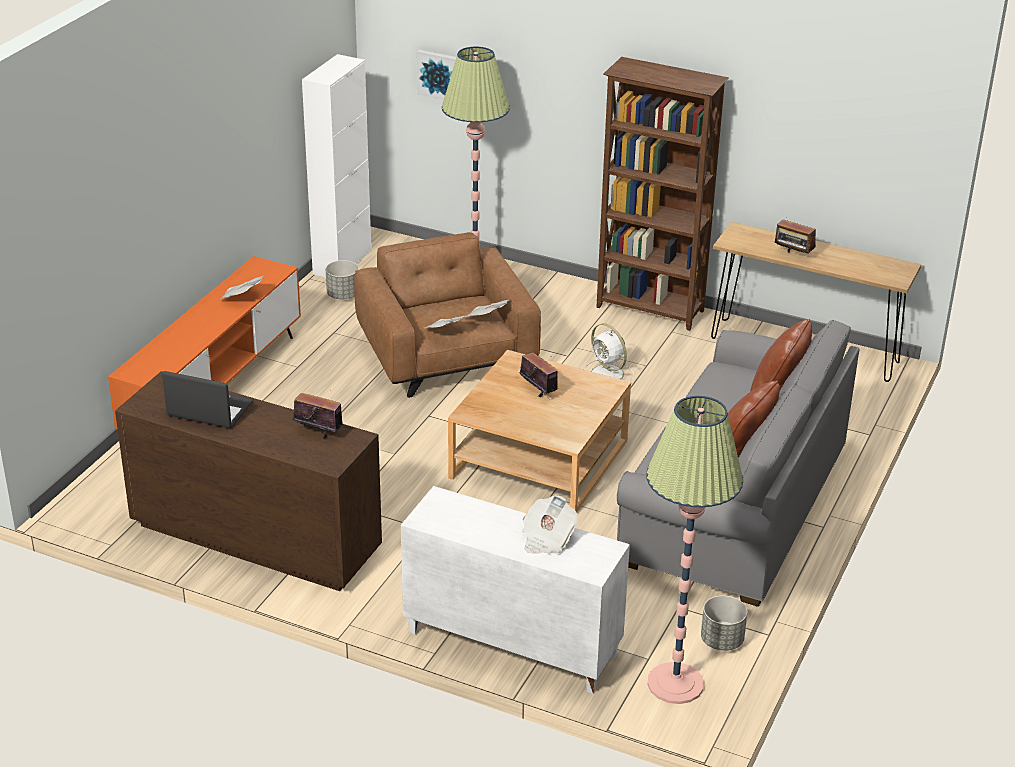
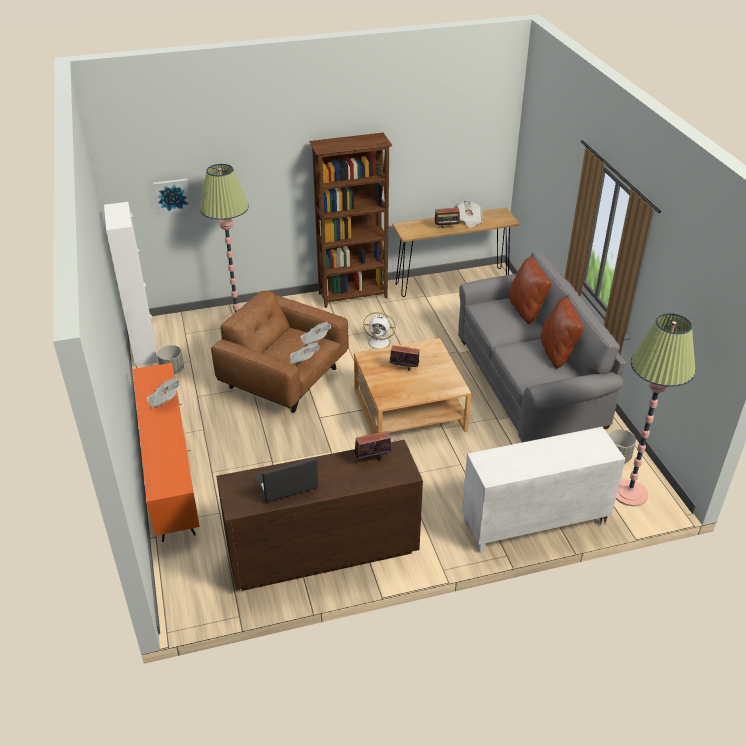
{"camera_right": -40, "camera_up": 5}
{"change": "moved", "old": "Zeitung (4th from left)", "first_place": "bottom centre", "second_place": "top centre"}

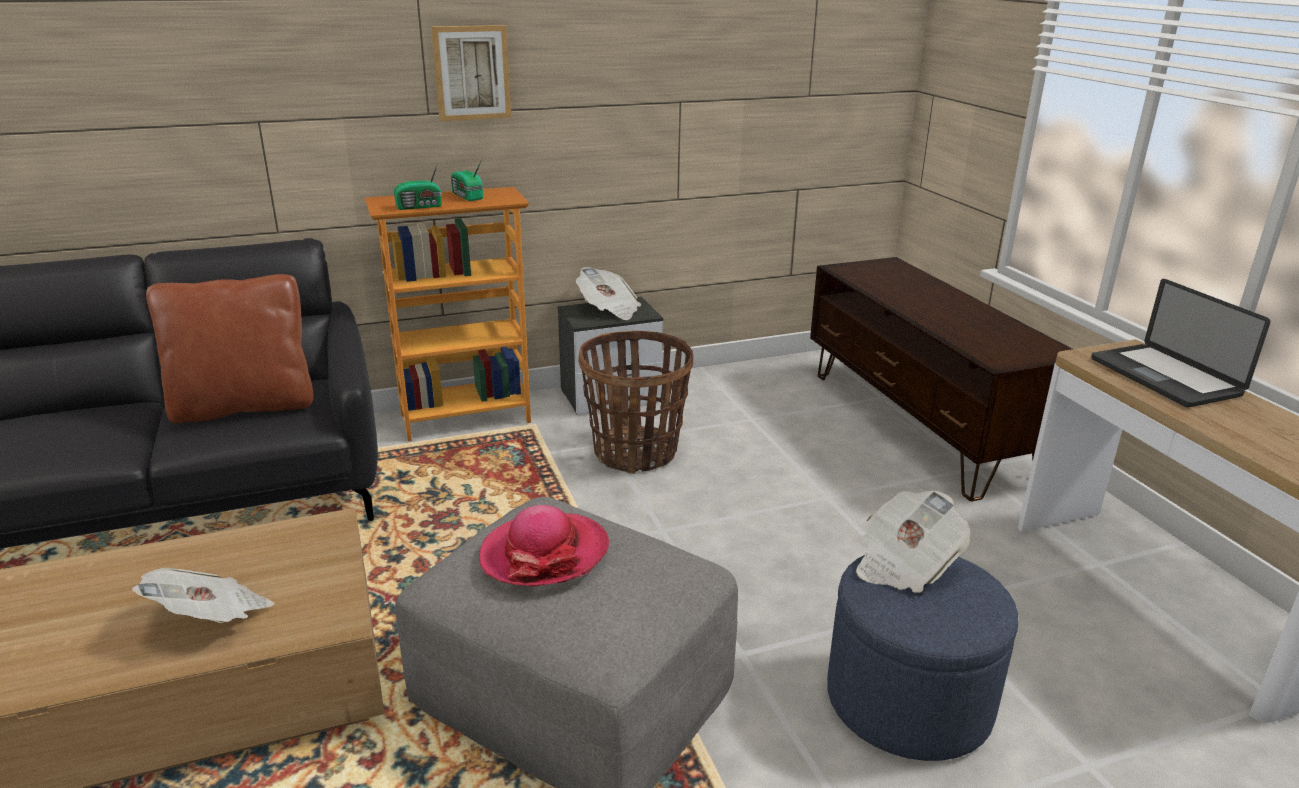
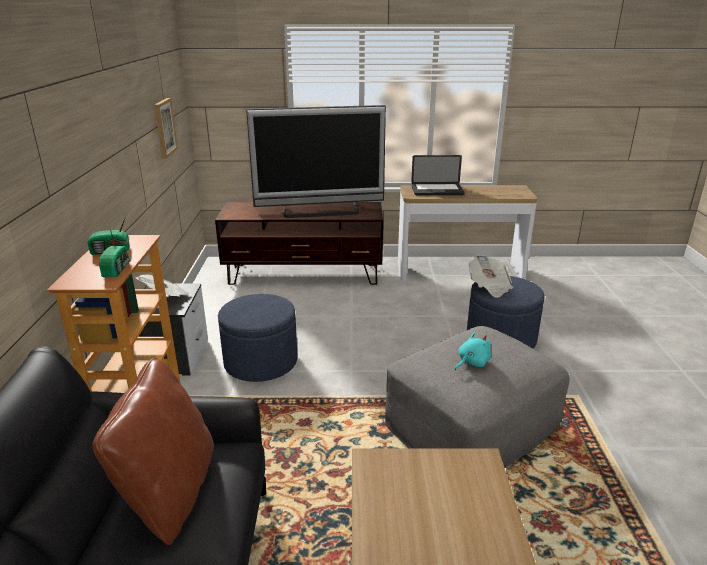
{"camera_right": -70, "camera_up": 0}
{"change": "removed", "old": "Zeitung (1st from left)", "first_place": "bottom left"}
{"change": "added", "new": "Fernseher", "second_place": "top centre"}
{"change": "moved", "old": "Bild", "first_place": "top centre", "second_place": "top left"}
{"change": "replaced", "old": "Hut", "new": "Plüschtier [türkis]", "first_place": "bottom centre", "second_place": "middle right"}
{"change": "replaced", "old": "Korb", "new": "Polsterhocker [blau] (1st from left)", "first_place": "centre", "second_place": "centre"}

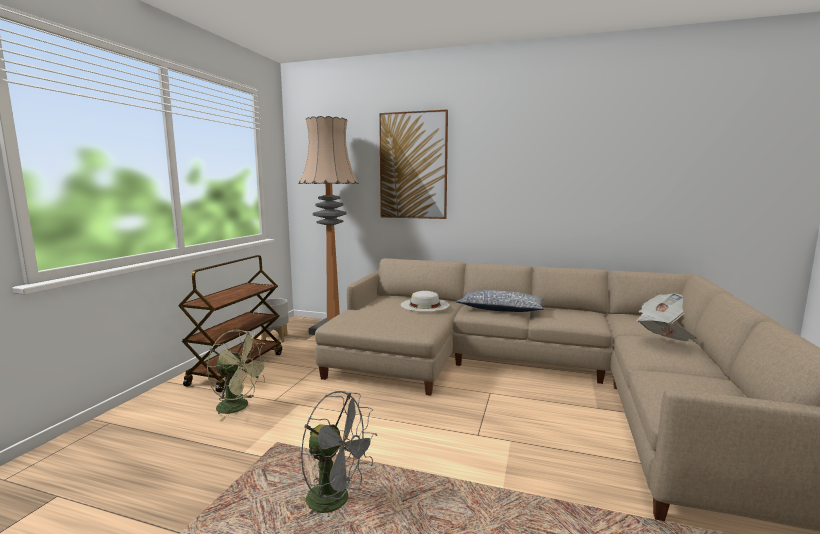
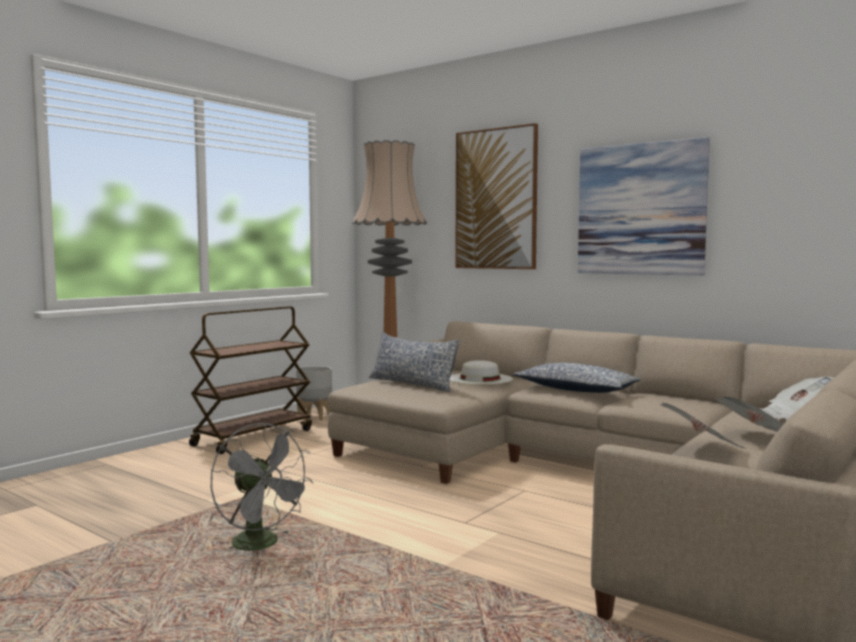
{"camera_right": 20, "camera_up": -5}
{"change": "removed", "old": "Ventilator [grün]", "first_place": "bottom left"}
{"change": "added", "new": "Kissen (1st from left)", "second_place": "centre"}
{"change": "added", "new": "Bild (2nd from left)", "second_place": "top right"}
{"change": "added", "new": "Zeitung (1st from left)", "second_place": "middle right"}

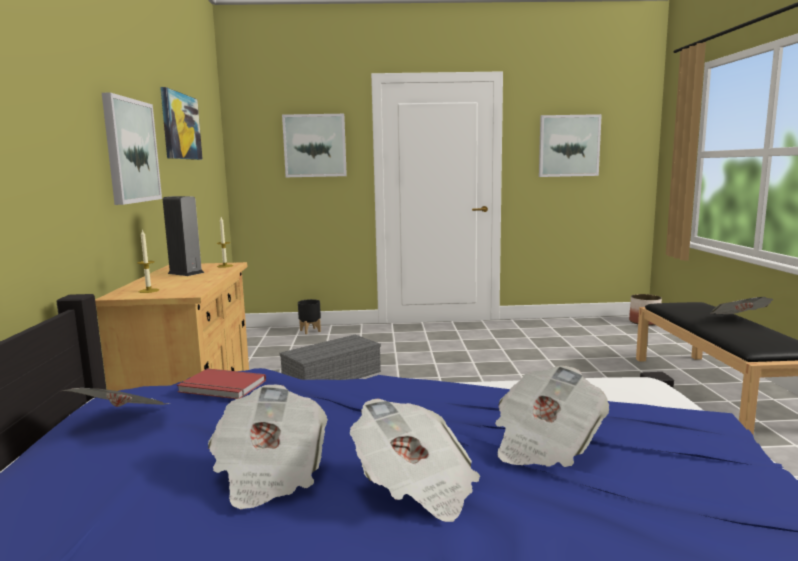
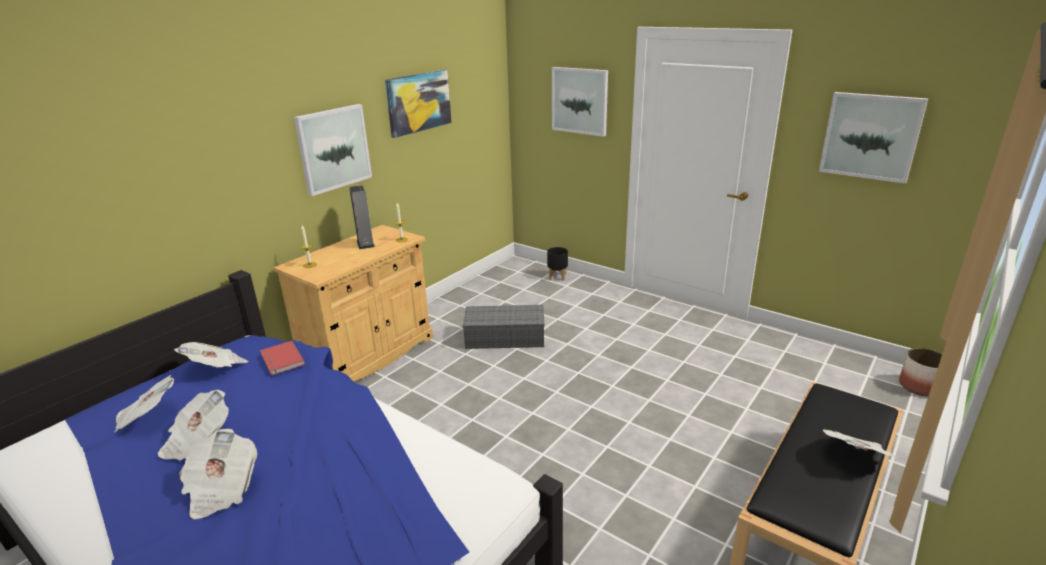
{"camera_right": 40, "camera_up": 15}
{"change": "moved", "old": "Zeitung (4th from left in the first image)", "new": "Zeitung (1st from left)", "first_place": "bottom right", "second_place": "bottom left"}

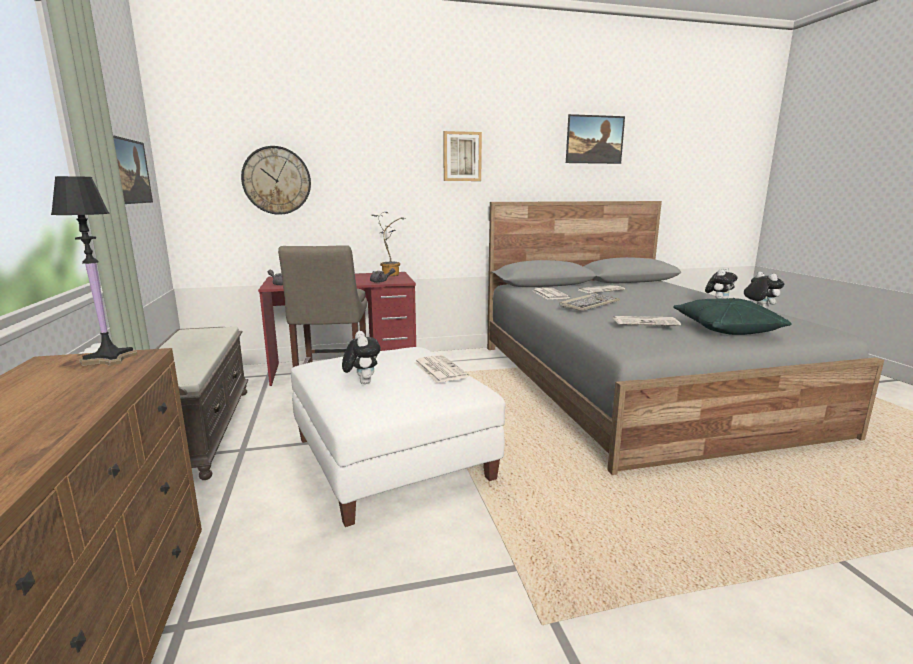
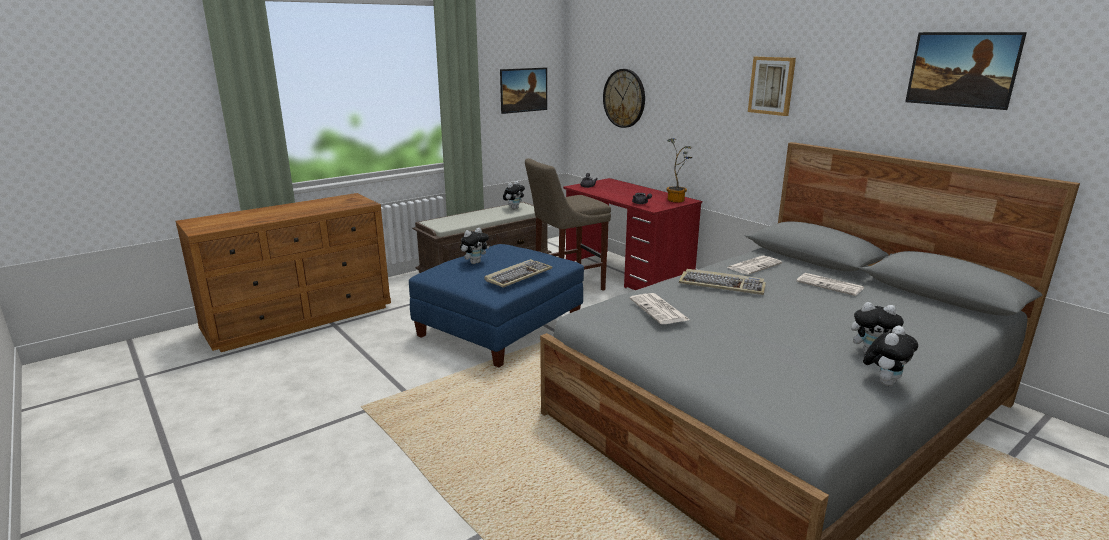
{"camera_right": 65, "camera_up": 5}
{"change": "removed", "old": "Tischlampe [schwarz]", "first_place": "middle left"}
{"change": "removed", "old": "Kissen [grün]", "first_place": "middle right"}
{"change": "added", "new": "Plüschtier (2nd from left)", "second_place": "centre"}
{"change": "replaced", "old": "Zeitung (1st from left)", "new": "Tastatur (1st from left)", "first_place": "centre", "second_place": "centre"}
{"change": "recoloured", "old": "Polsterhocker [weiß]", "new": "Polsterhocker [blau]", "first_place": "centre", "second_place": "centre"}

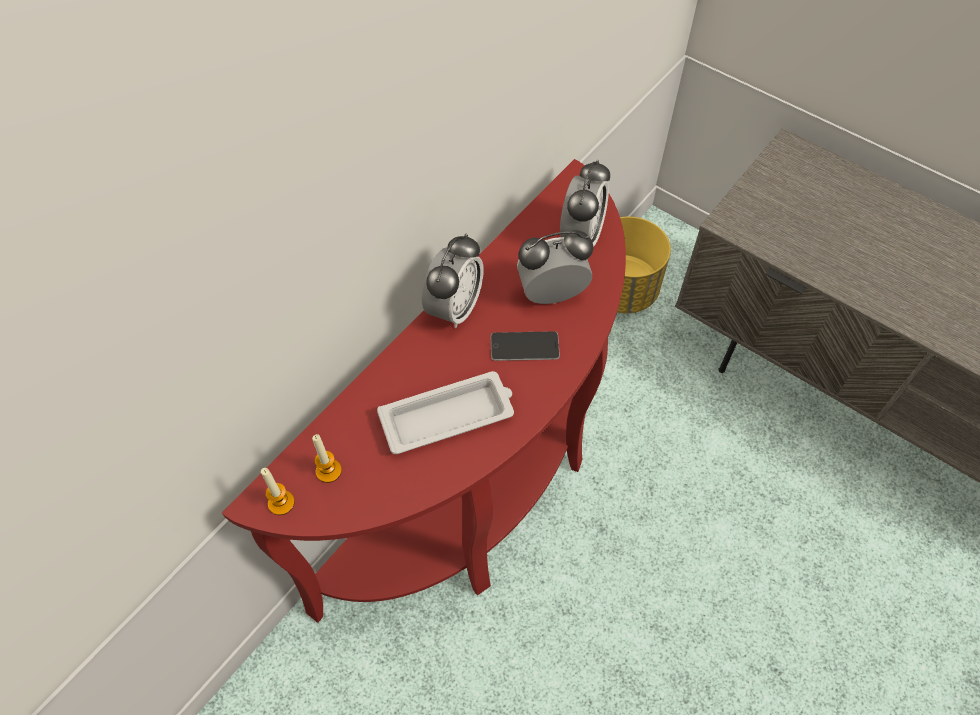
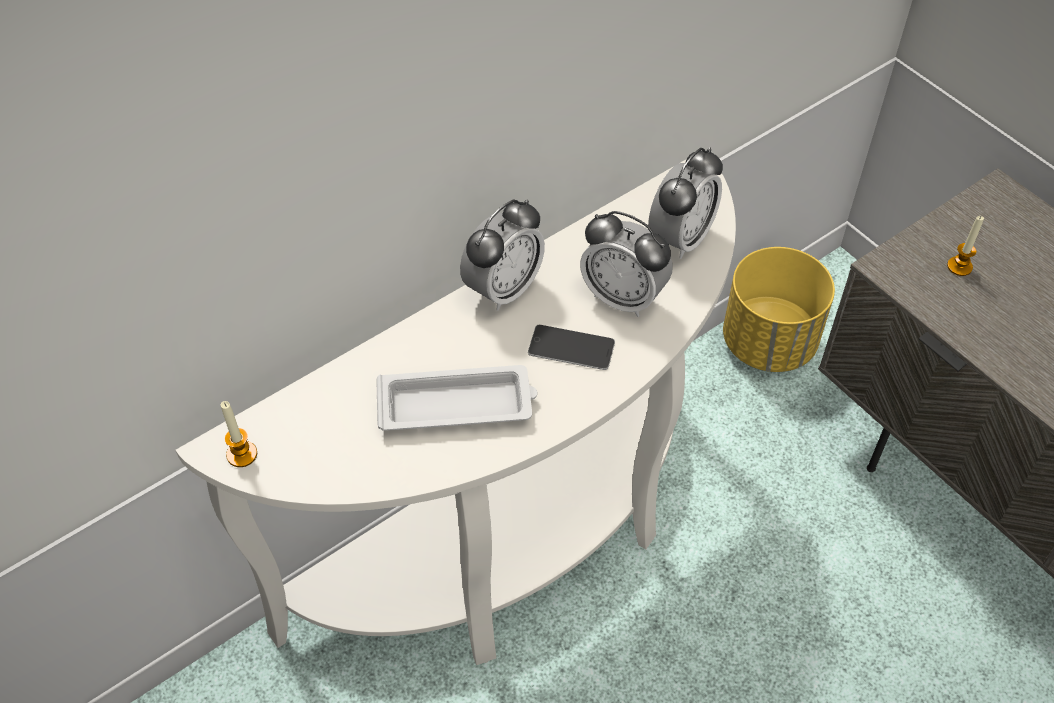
{"camera_right": 15, "camera_up": -5}
{"change": "moved", "old": "Kerze (2nd from left)", "first_place": "centre", "second_place": "middle right"}
{"change": "recoloured", "old": "Konsolentisch [rot]", "new": "Konsolentisch [weiß]", "first_place": "centre", "second_place": "centre"}
{"change": "turned", "old": "Wecker (2nd from left)", "first_place": "centre", "second_place": "centre", "degrees": -150}

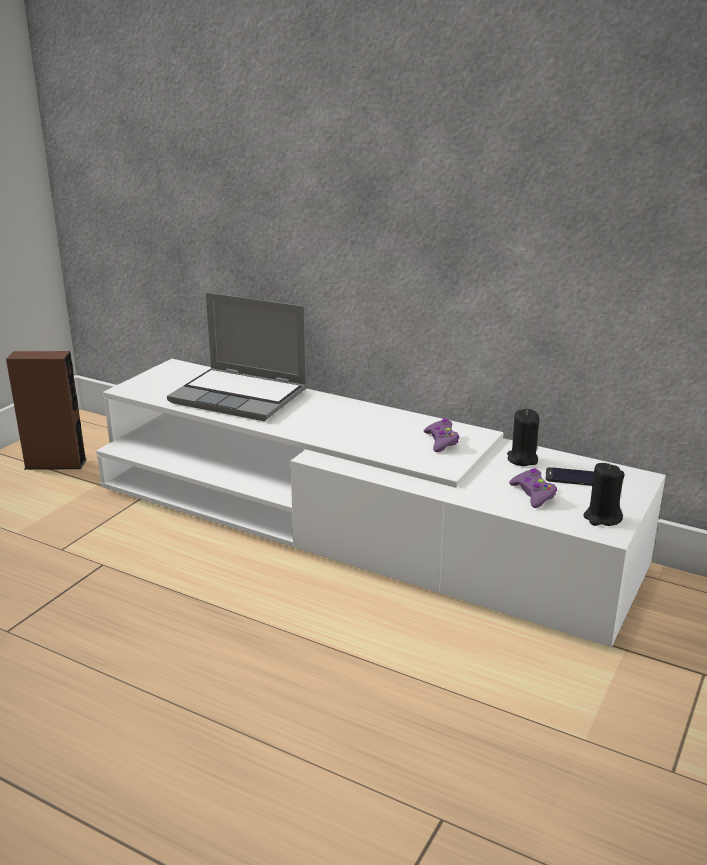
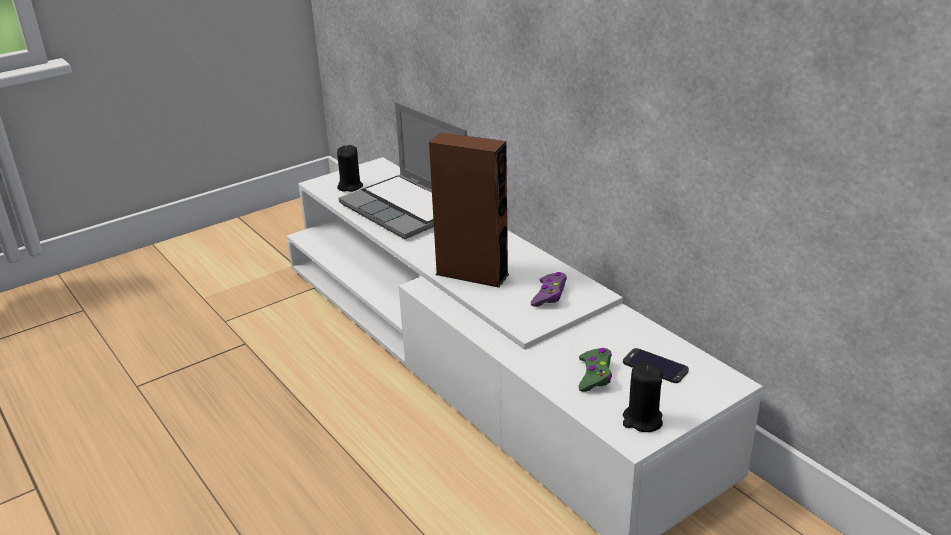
{"camera_right": 25, "camera_up": 5}
{"change": "moved", "old": "Lautsprecher [braun]", "first_place": "middle left", "second_place": "centre"}
{"change": "moved", "old": "Kerze [schwarz] (1st from left)", "first_place": "middle right", "second_place": "top centre"}
{"change": "recoloured", "old": "Gamepad [lila] (2nd from left)", "new": "Gamepad [grün]", "first_place": "middle right", "second_place": "bottom centre"}

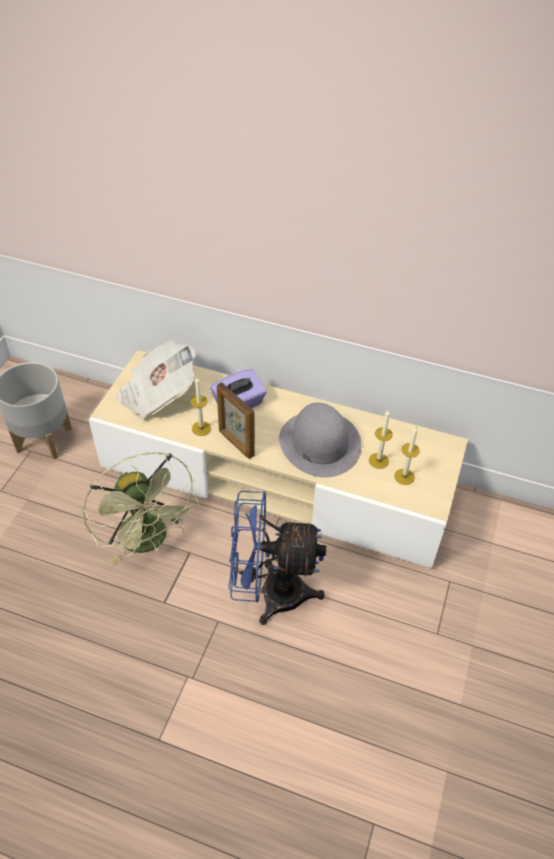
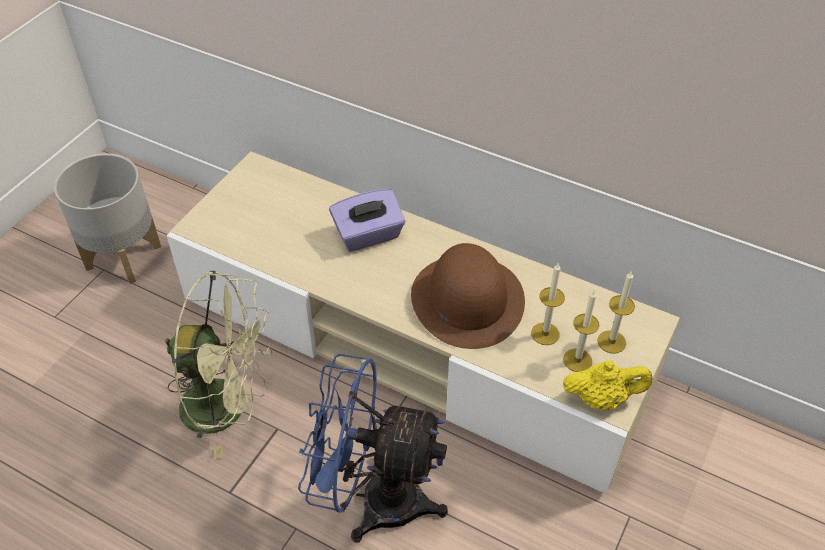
{"camera_right": 10, "camera_up": 0}
{"change": "removed", "old": "Zeitung", "first_place": "middle left"}
{"change": "removed", "old": "Bilderrahmen", "first_place": "centre"}
{"change": "added", "new": "Teekanne [gelb]", "second_place": "bottom right"}
{"change": "moved", "old": "Kerze (1st from left in the first image)", "new": "Kerze (3rd from left)", "first_place": "centre", "second_place": "middle right"}
{"change": "recoloured", "old": "Hut [grau]", "new": "Hut [braun]", "first_place": "centre", "second_place": "centre"}
{"change": "turned", "old": "Ventilator [grün]", "first_place": "middle left", "second_place": "middle left", "degrees": -60}

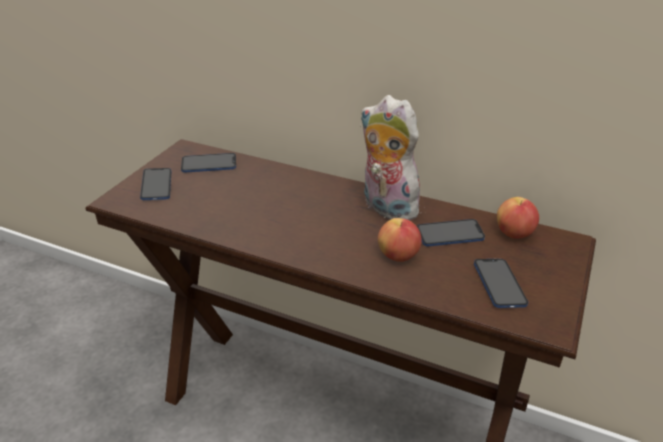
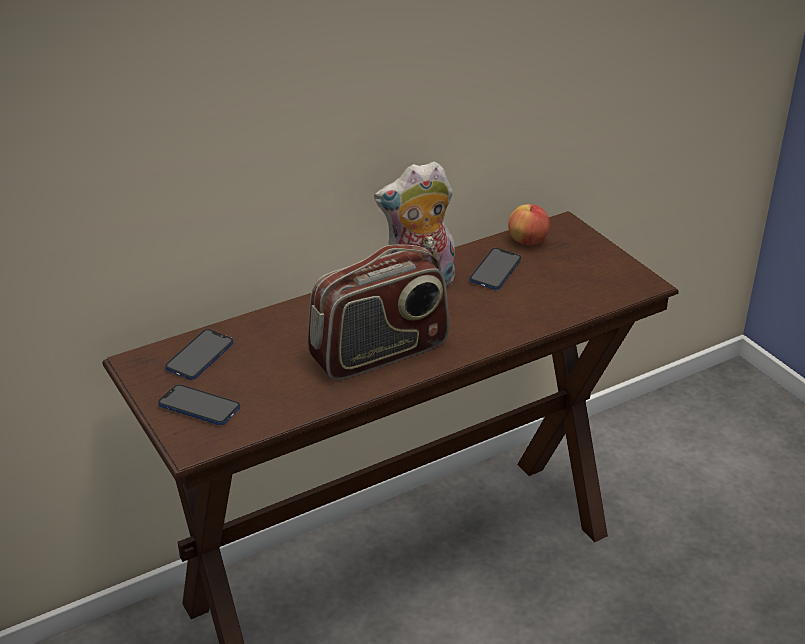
{"camera_right": -55, "camera_up": 0}
{"change": "removed", "old": "Apfel (1st from left)", "first_place": "centre"}
{"change": "removed", "old": "Handy (4th from left)", "first_place": "middle right"}
{"change": "added", "new": "Radio", "second_place": "centre"}

